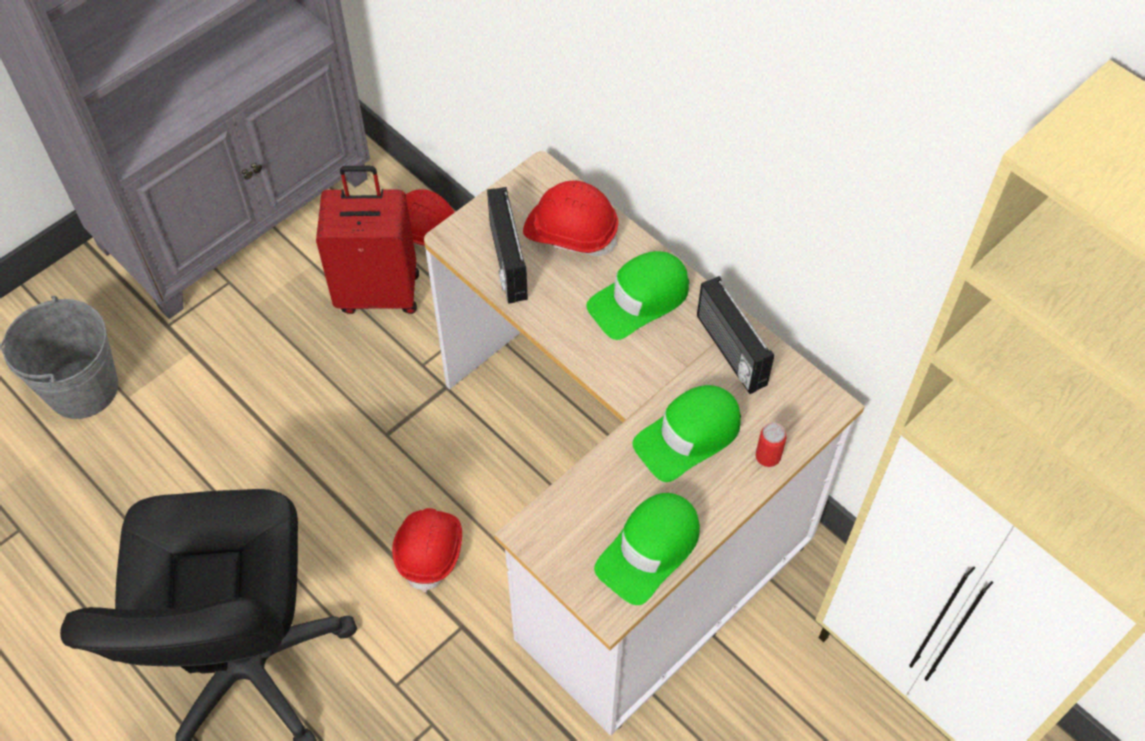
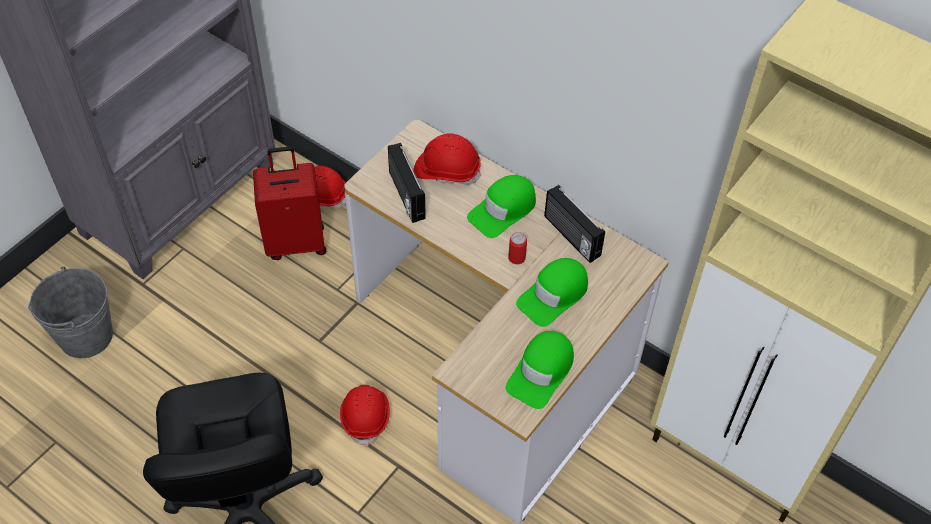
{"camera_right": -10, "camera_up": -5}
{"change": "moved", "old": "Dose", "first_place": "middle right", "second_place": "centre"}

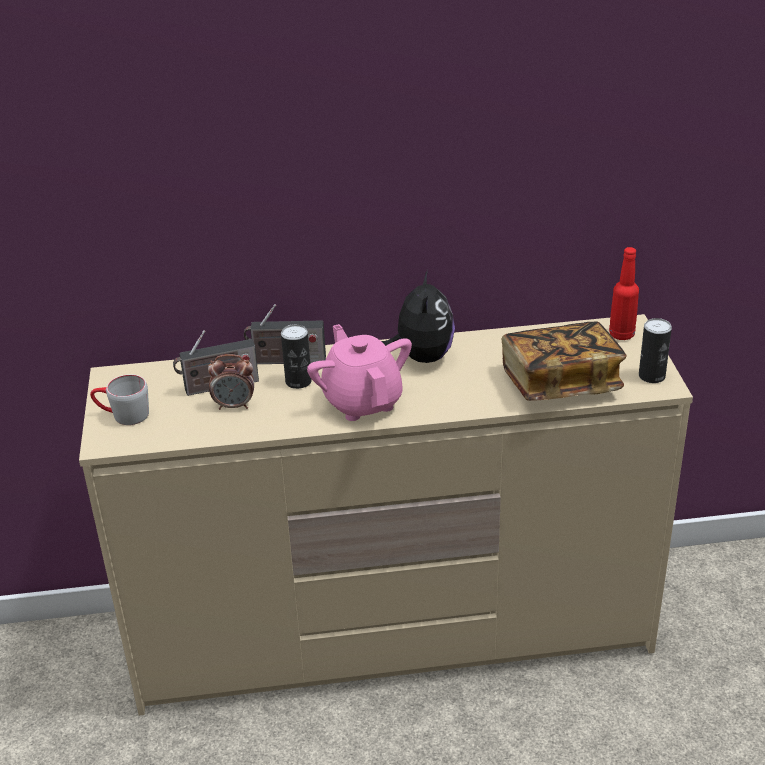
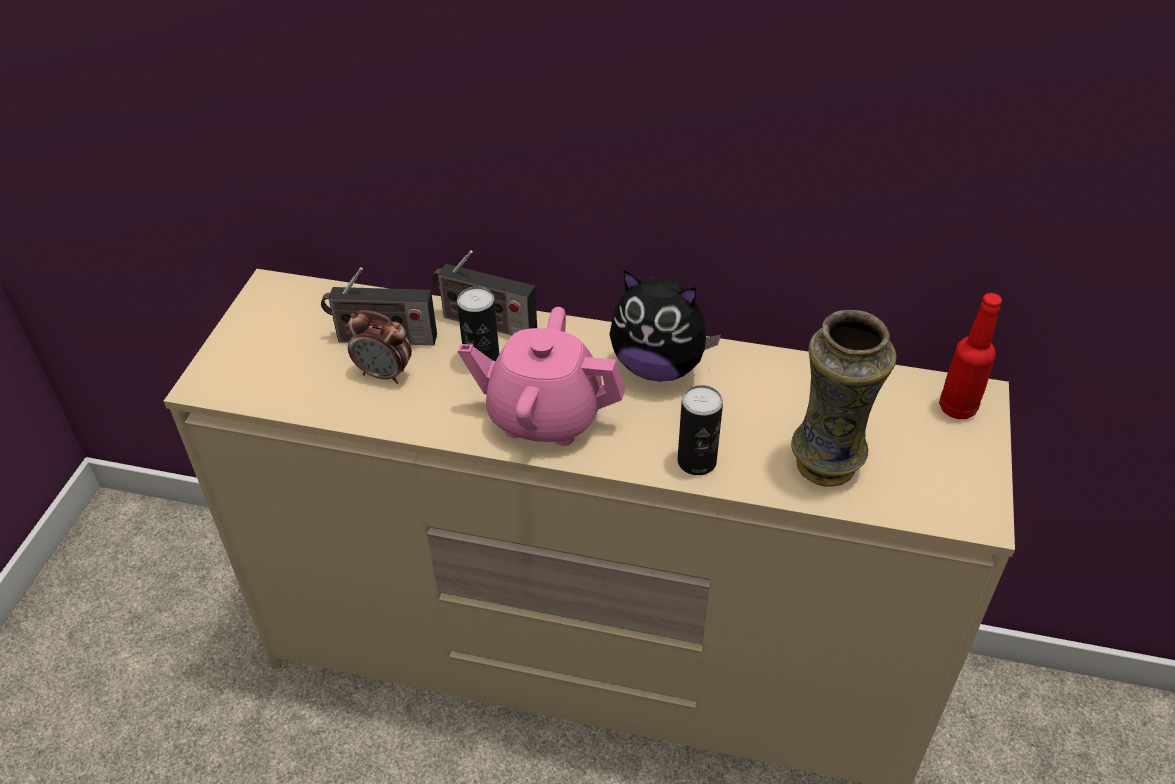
{"camera_right": 20, "camera_up": 10}
{"change": "removed", "old": "Henkelbecher [grau]", "first_place": "middle left"}
{"change": "moved", "old": "Dose (2nd from left)", "first_place": "middle right", "second_place": "centre"}
{"change": "replaced", "old": "Buch", "new": "Vase", "first_place": "middle right", "second_place": "middle right"}
{"change": "turned", "old": "Teekanne [rosa]", "first_place": "centre", "second_place": "centre", "degrees": -75}
{"change": "turned", "old": "Plüschtier", "first_place": "centre", "second_place": "centre", "degrees": 90}

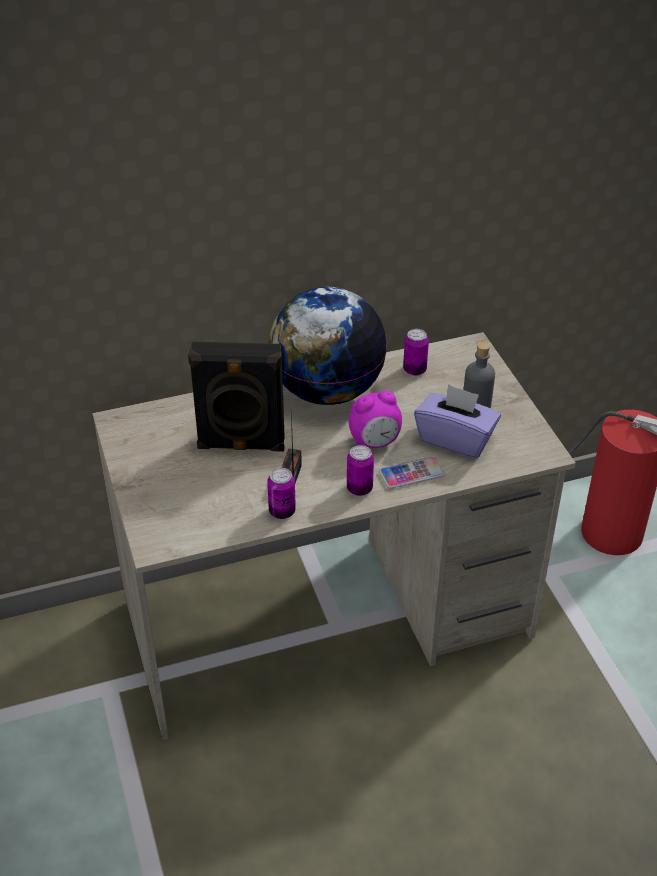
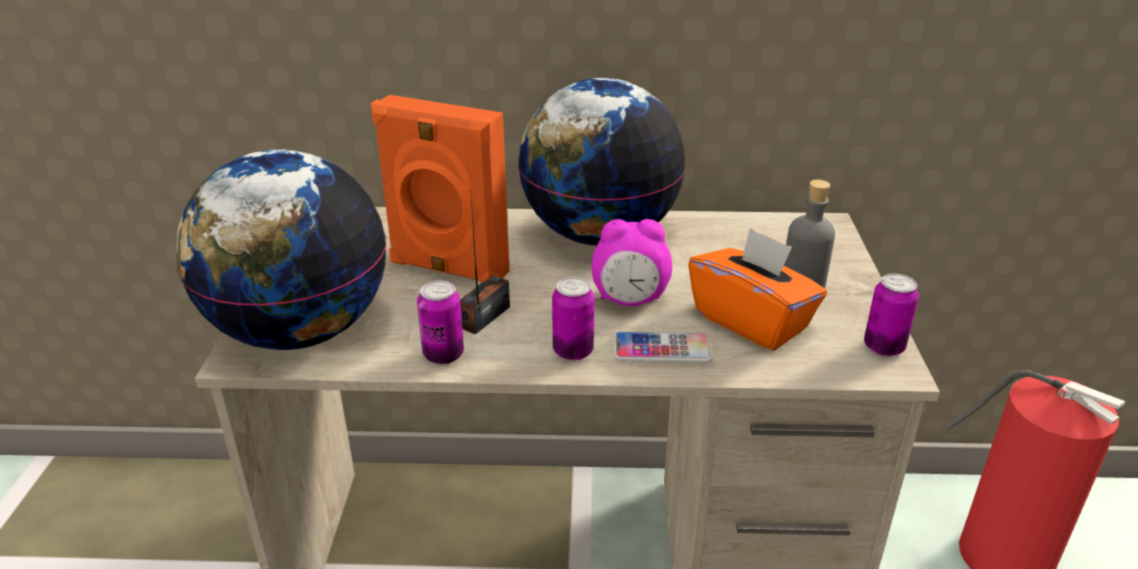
{"camera_right": 20, "camera_up": -10}
{"change": "added", "new": "Globus (1st from left)", "second_place": "middle left"}
{"change": "moved", "old": "Dose (3rd from left)", "first_place": "centre", "second_place": "middle right"}
{"change": "recoloured", "old": "Lautsprecher [schwarz]", "new": "Lautsprecher [orange]", "first_place": "centre", "second_place": "top centre"}
{"change": "recoloured", "old": "Taschentuchbox [lila]", "new": "Taschentuchbox [orange]", "first_place": "middle right", "second_place": "centre"}

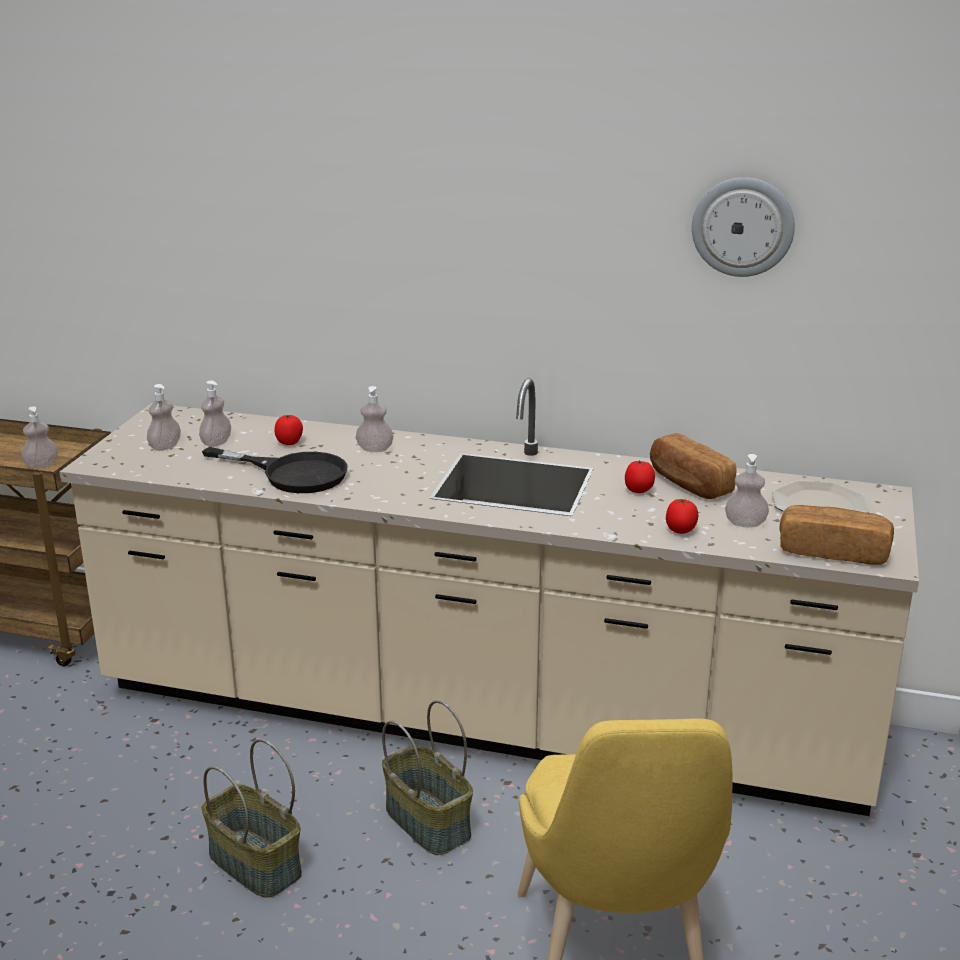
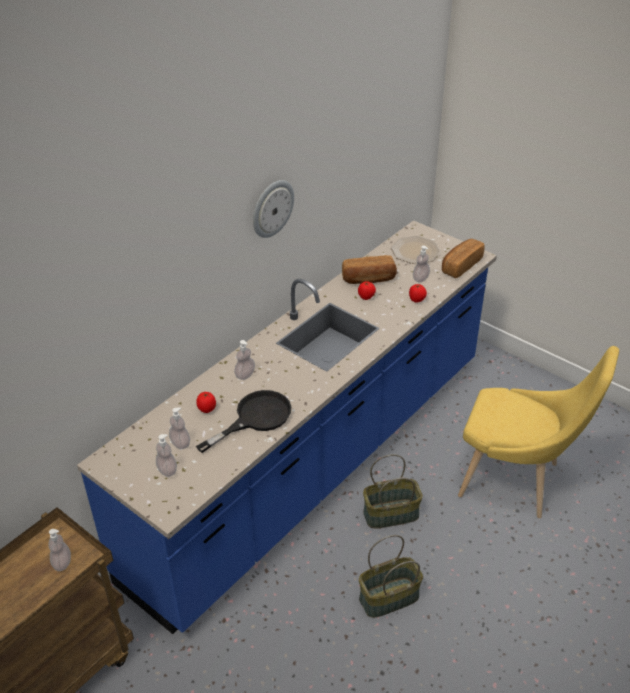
{"camera_right": -65, "camera_up": 15}
{"change": "moved", "old": "Wanduhr", "first_place": "top right", "second_place": "top centre"}
{"change": "recoloured", "old": "Küchenzeile [beige]", "new": "Küchenzeile [blau]", "first_place": "centre", "second_place": "centre"}

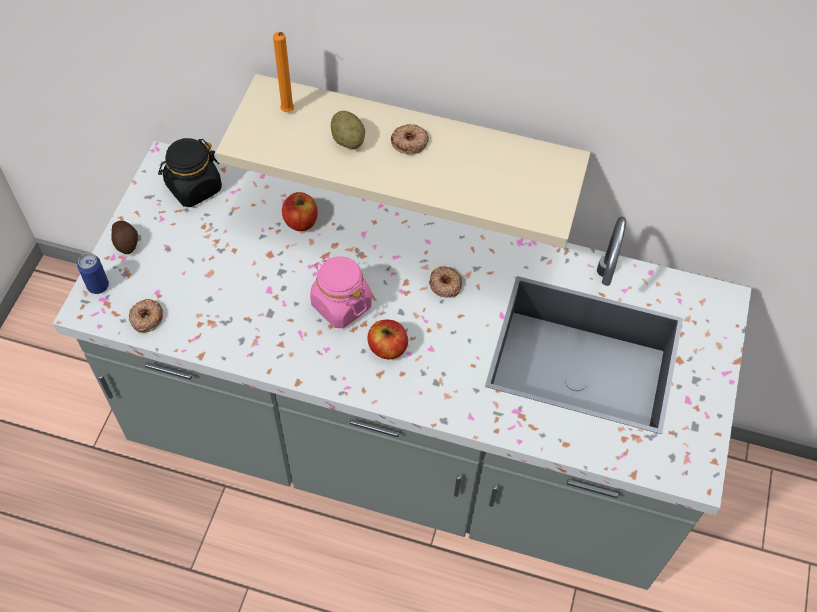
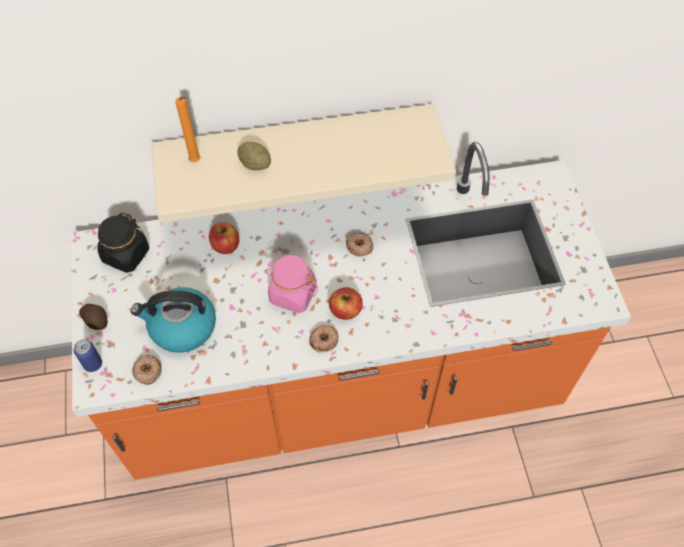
{"camera_right": -25, "camera_up": 0}
{"change": "added", "new": "Wasserkessel", "second_place": "middle left"}
{"change": "moved", "old": "Donut (2nd from left)", "first_place": "top centre", "second_place": "centre"}
{"change": "recoloured", "old": "Küchenzeile [grau]", "new": "Küchenzeile [orange]", "first_place": "centre", "second_place": "centre"}

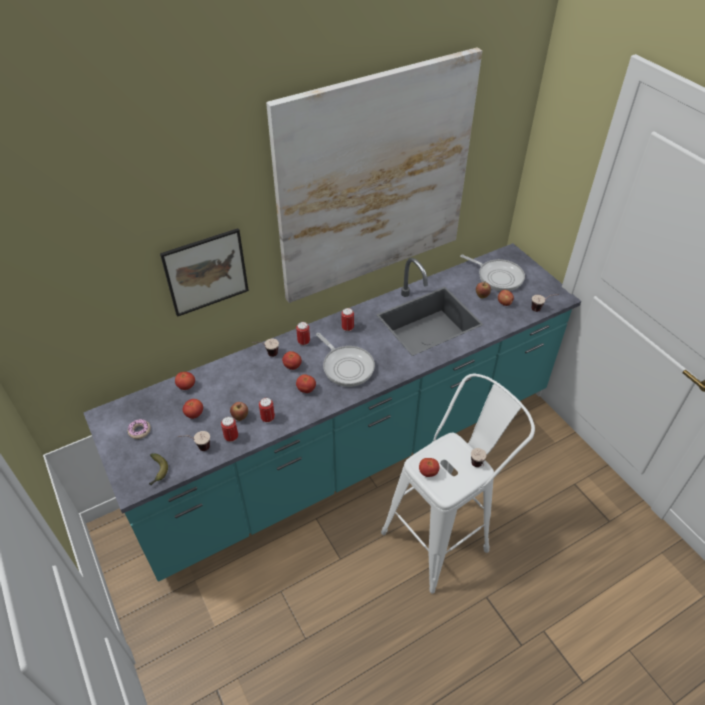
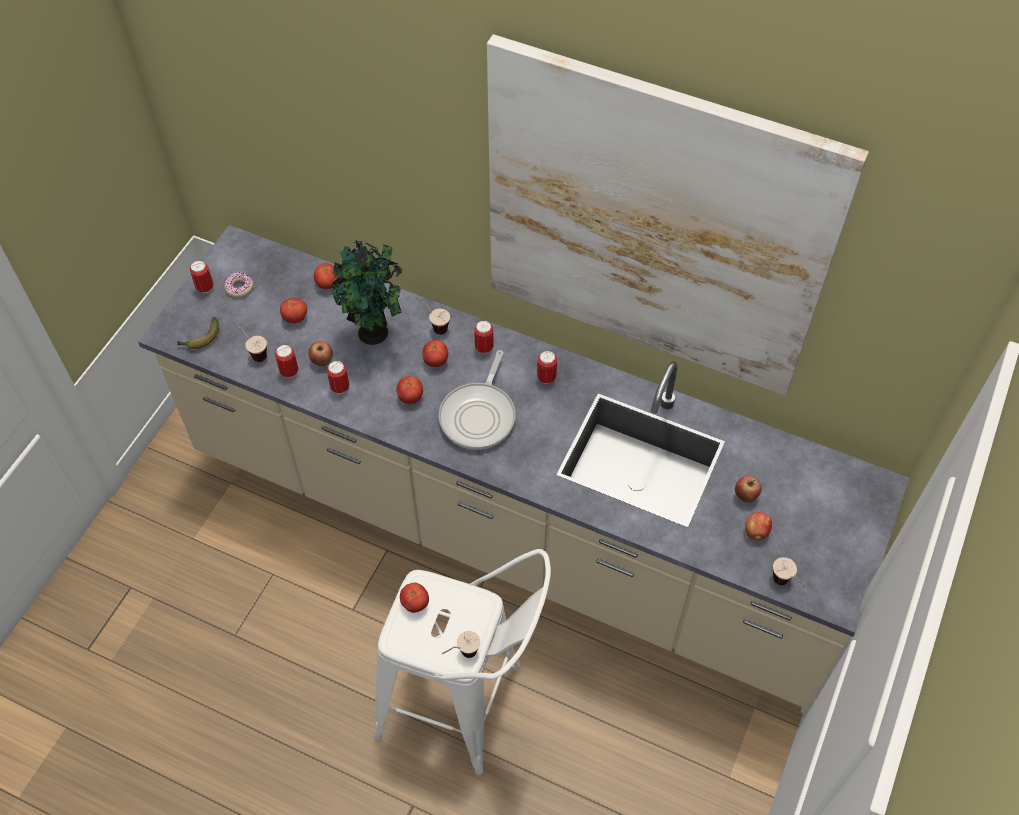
{"camera_right": 55, "camera_up": 10}
{"change": "removed", "old": "Bild (1st from left)", "first_place": "middle left"}
{"change": "removed", "old": "Pfanne (2nd from left)", "first_place": "middle right"}
{"change": "added", "new": "Dose (1st from left)", "second_place": "middle left"}
{"change": "added", "new": "Topfpflanze", "second_place": "centre"}
{"change": "recoloured", "old": "Küchenzeile [türkis]", "new": "Küchenzeile [beige]", "first_place": "centre", "second_place": "centre"}

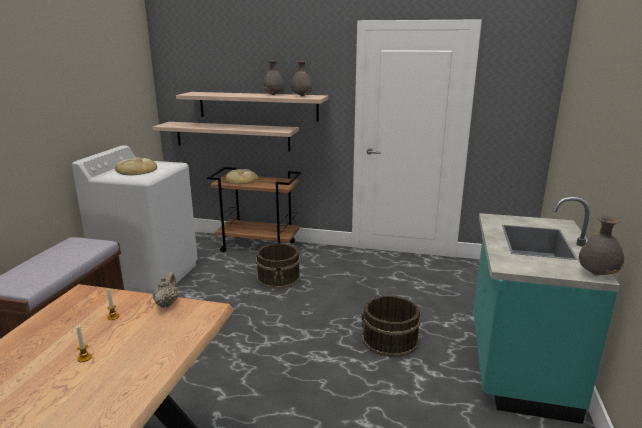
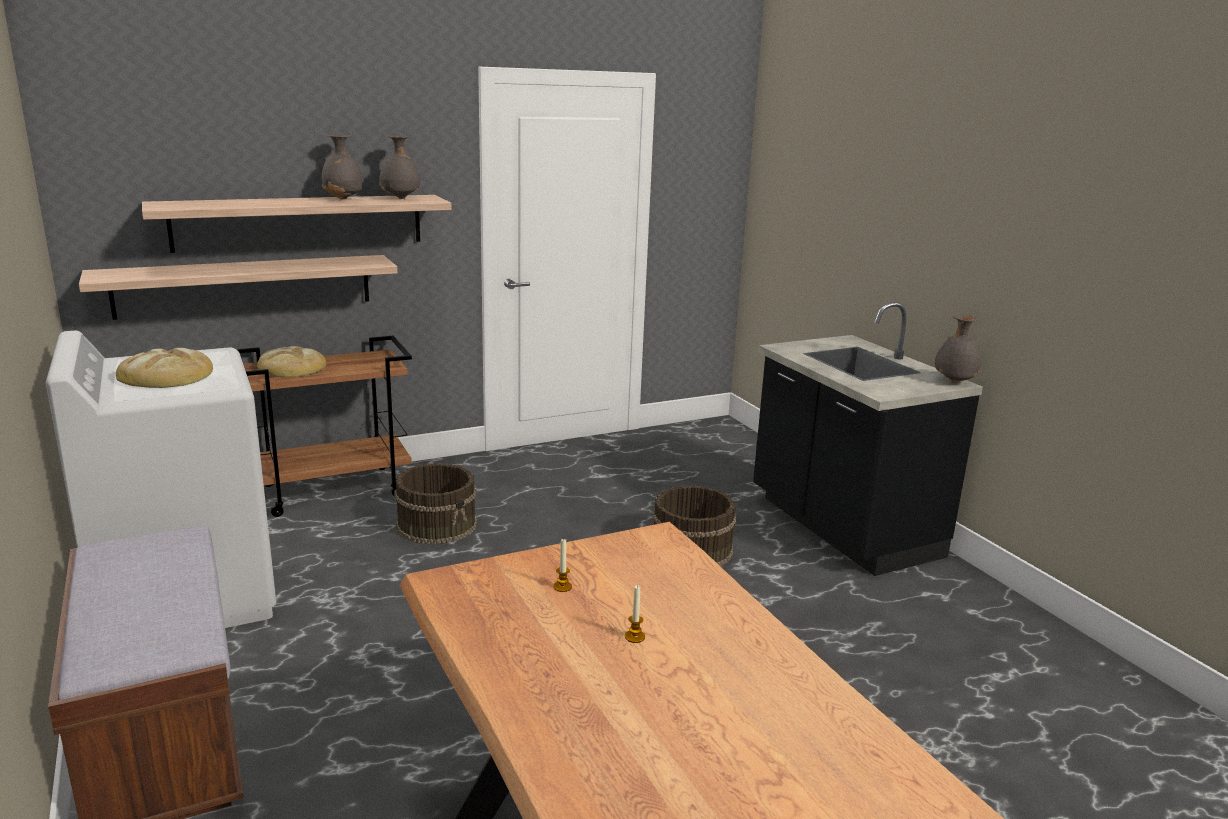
{"camera_right": -40, "camera_up": 0}
{"change": "removed", "old": "Teekanne [beige]", "first_place": "bottom left"}
{"change": "recoloured", "old": "Küchenzeile [türkis]", "new": "Küchenzeile [schwarz]", "first_place": "bottom right", "second_place": "middle right"}

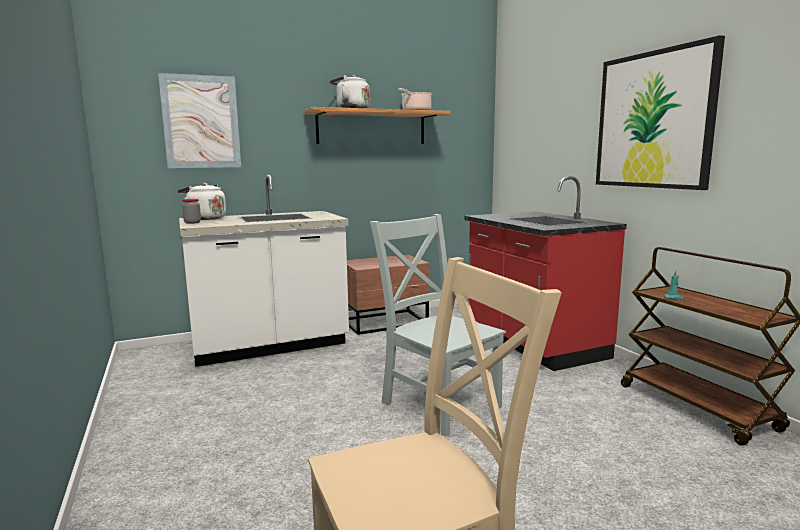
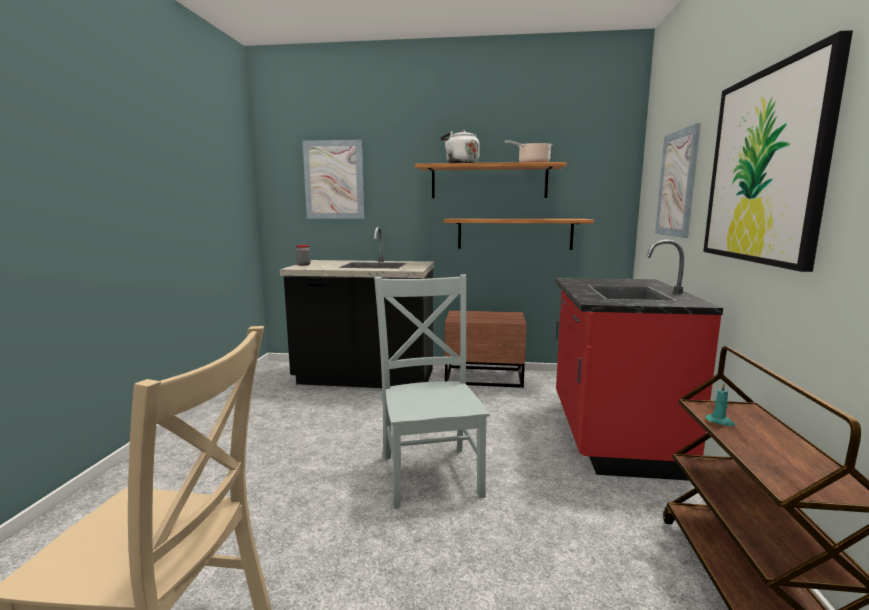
{"camera_right": 30, "camera_up": 0}
{"change": "removed", "old": "Wasserkessel [weiß] (1st from left)", "first_place": "middle left"}
{"change": "added", "new": "Wandregal (2nd from left)", "second_place": "centre"}
{"change": "added", "new": "Bild (2nd from left)", "second_place": "top right"}
{"change": "recoloured", "old": "Küchenzeile [weiß]", "new": "Küchenzeile [schwarz]", "first_place": "middle left", "second_place": "centre"}

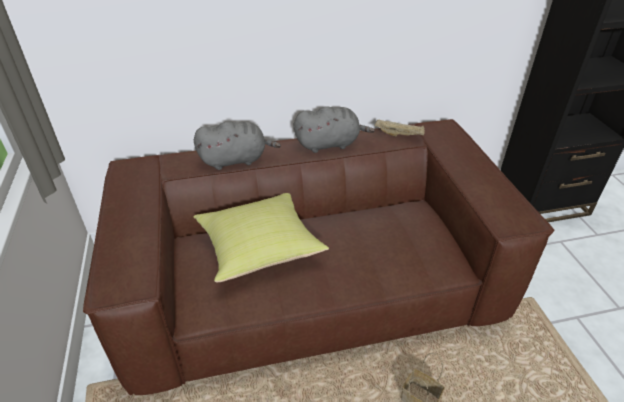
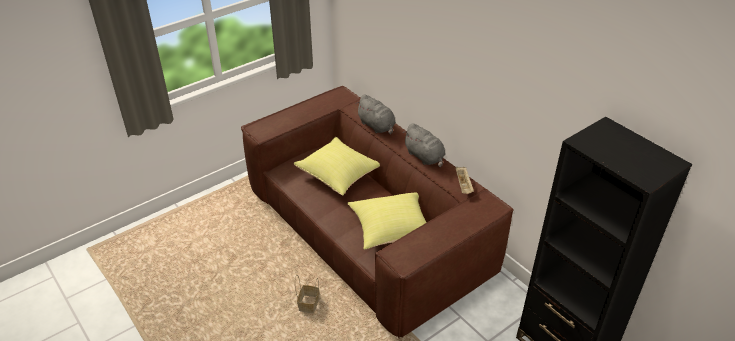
{"camera_right": 65, "camera_up": 0}
{"change": "added", "new": "Kissen [gelb] (2nd from left)", "second_place": "centre"}

